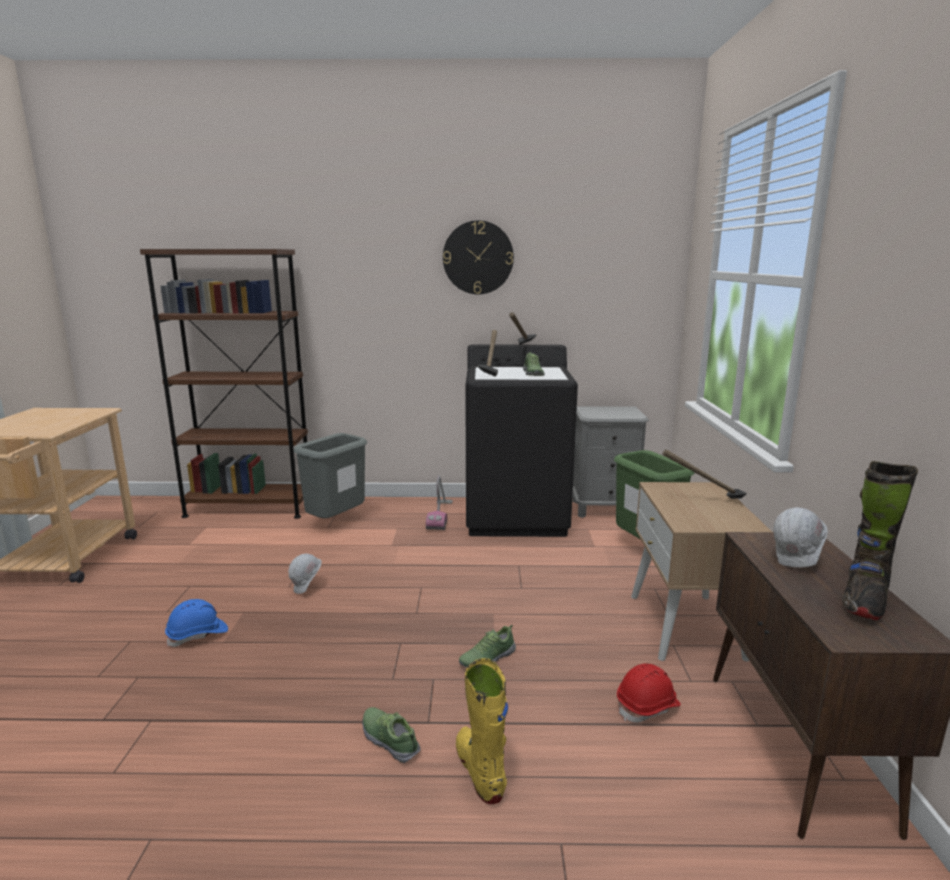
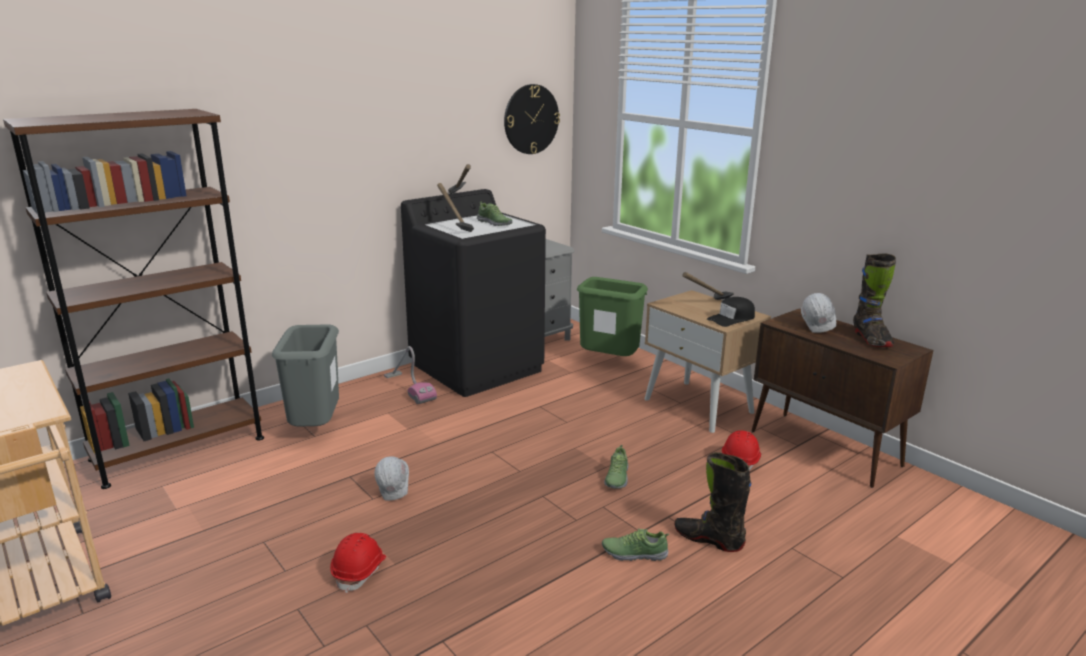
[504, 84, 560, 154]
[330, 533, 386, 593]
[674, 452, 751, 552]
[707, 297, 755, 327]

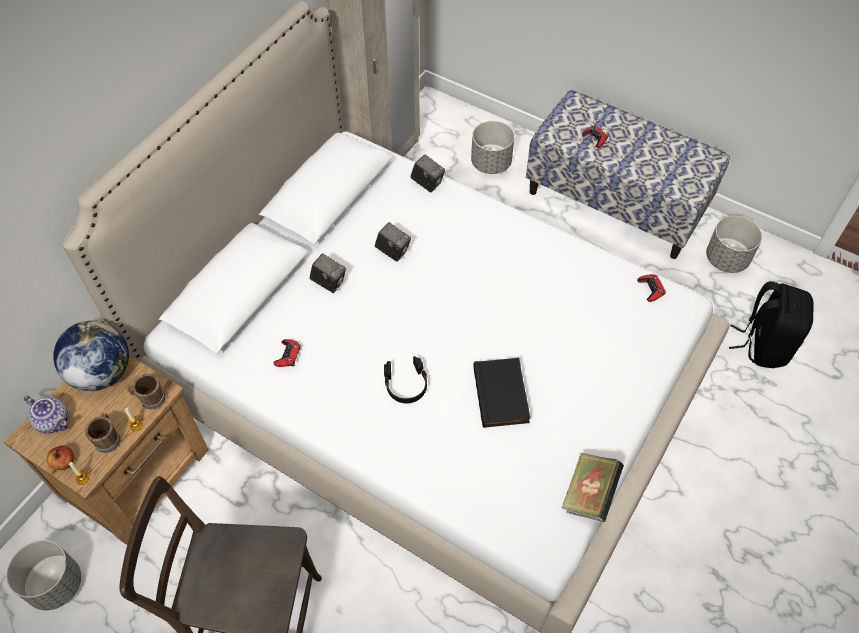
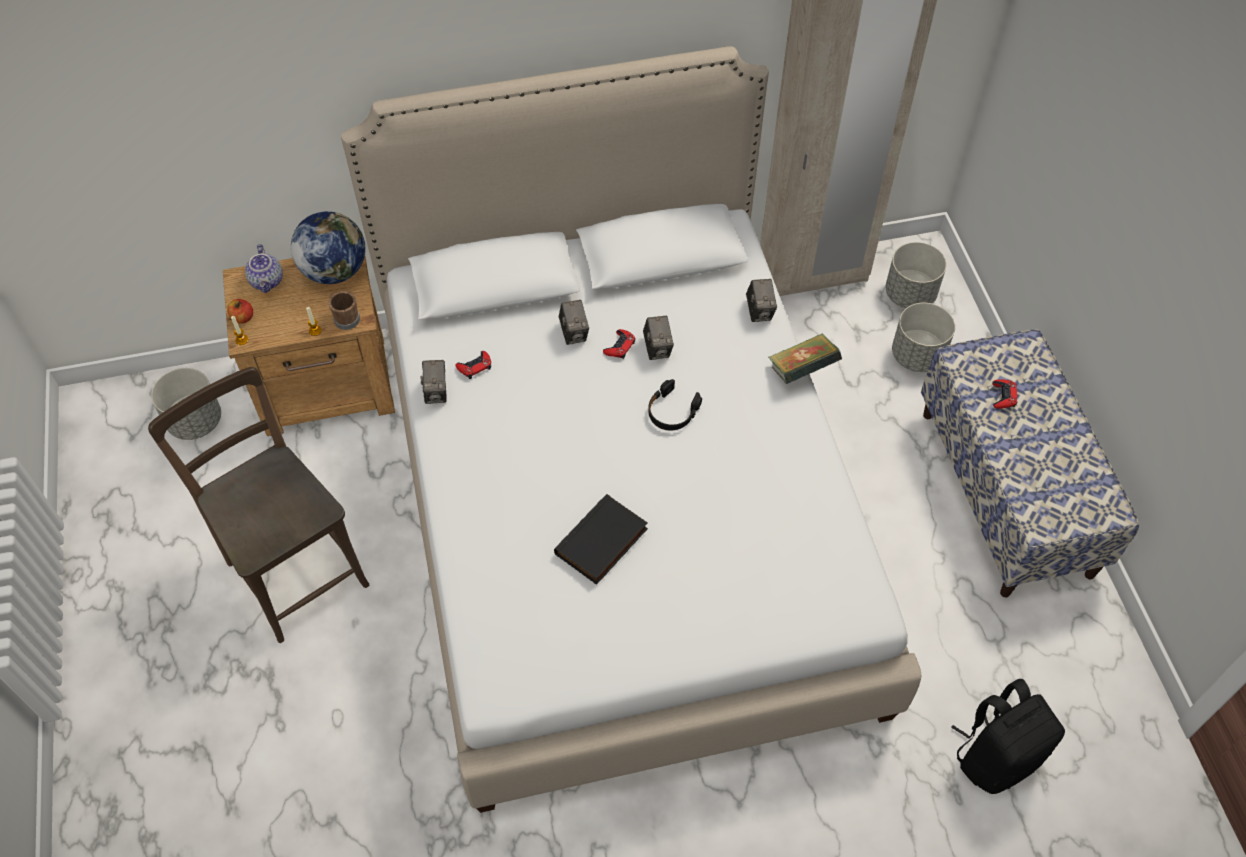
[885, 242, 946, 308]
[603, 329, 636, 359]
[648, 379, 702, 430]
[85, 414, 121, 453] (first image)
[769, 333, 842, 384]
[420, 360, 447, 404]

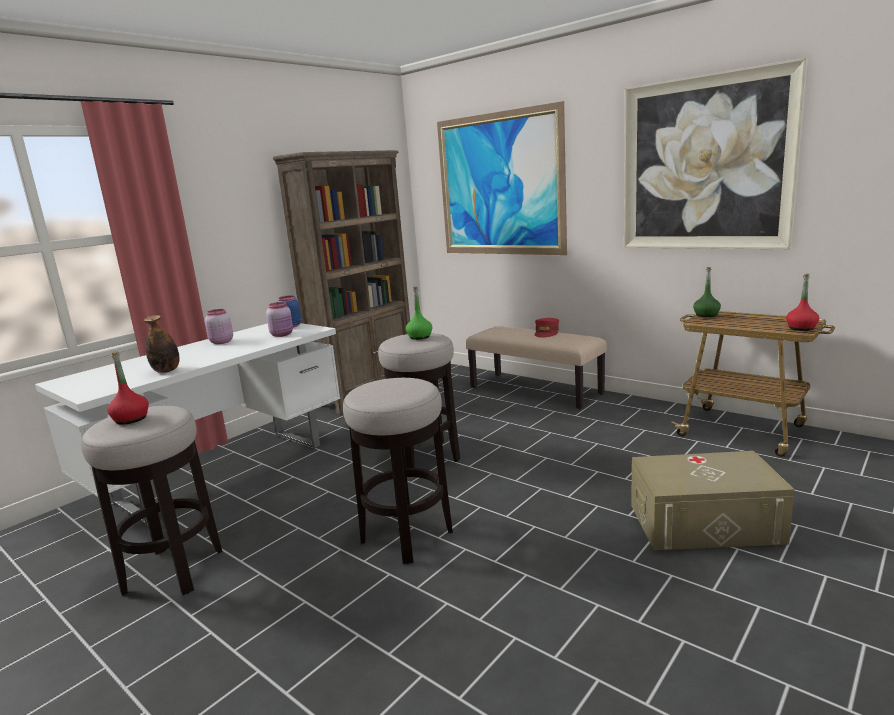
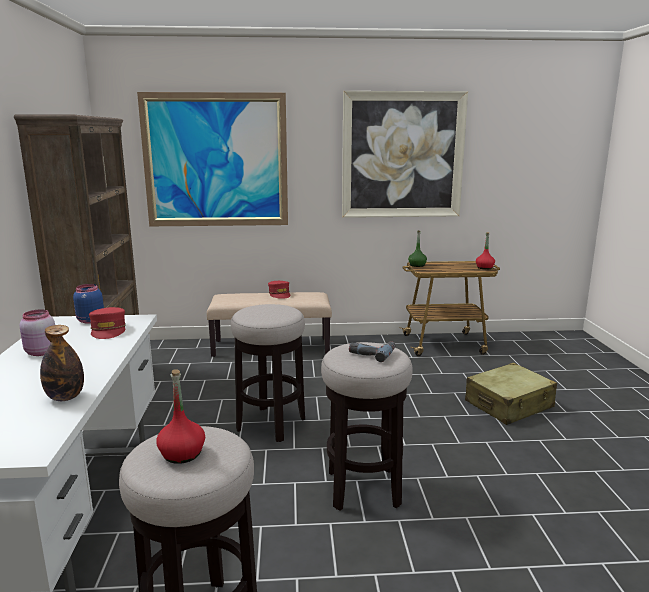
[406, 286, 432, 340] (first image)
[89, 307, 126, 339]
[465, 363, 557, 425]
[349, 341, 396, 362]

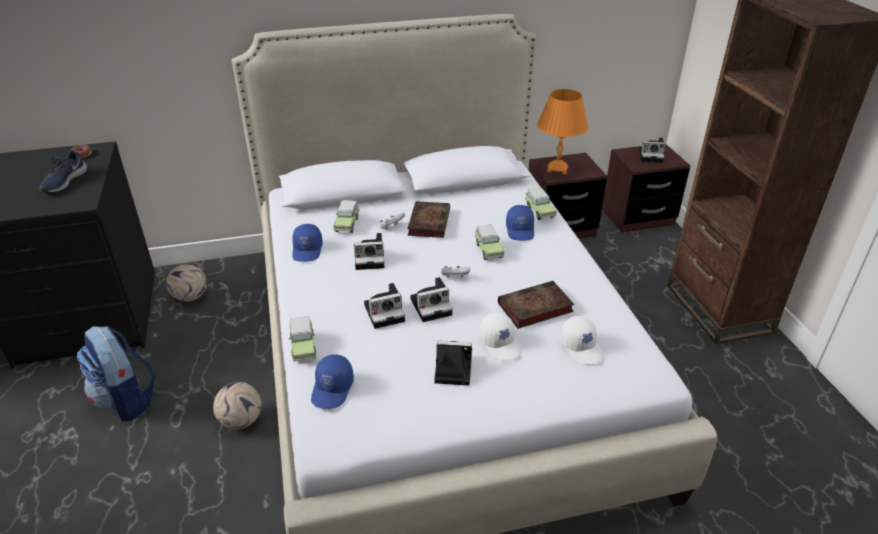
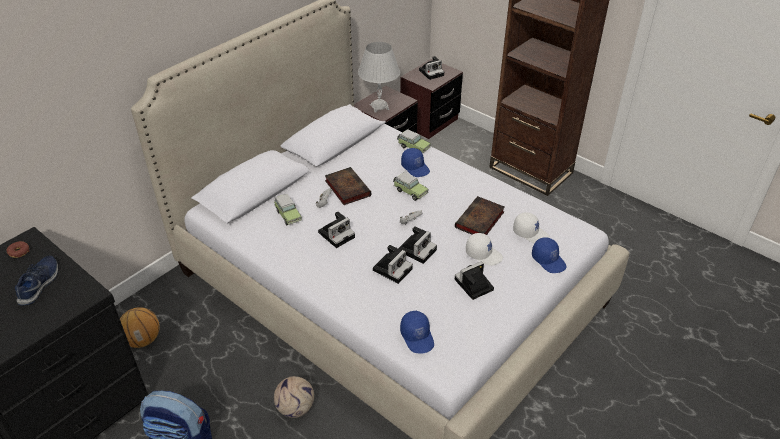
[358, 42, 400, 113]
[15, 255, 58, 305]
[532, 237, 567, 273]
[120, 307, 160, 348]
[289, 316, 316, 362] (first image)

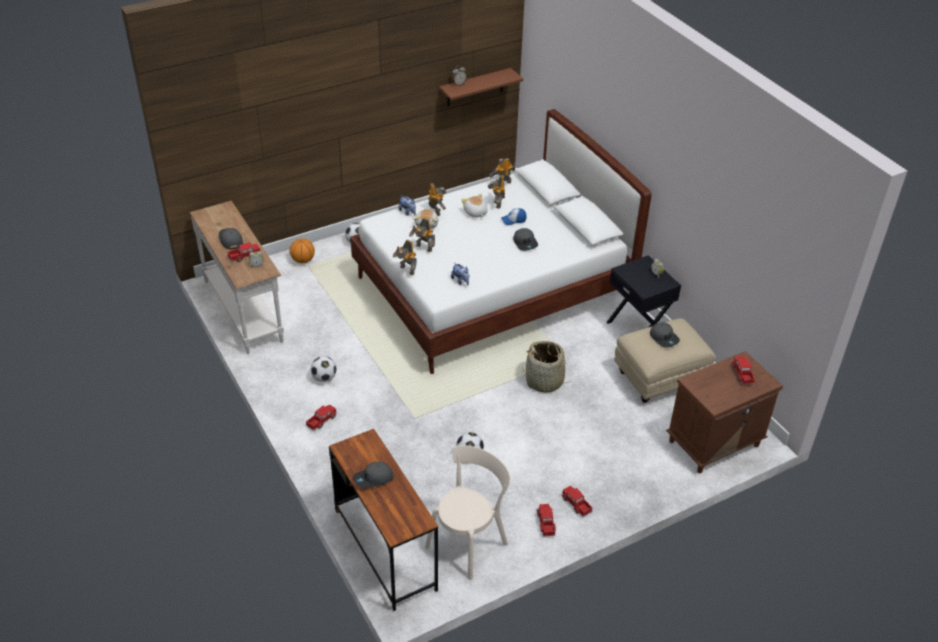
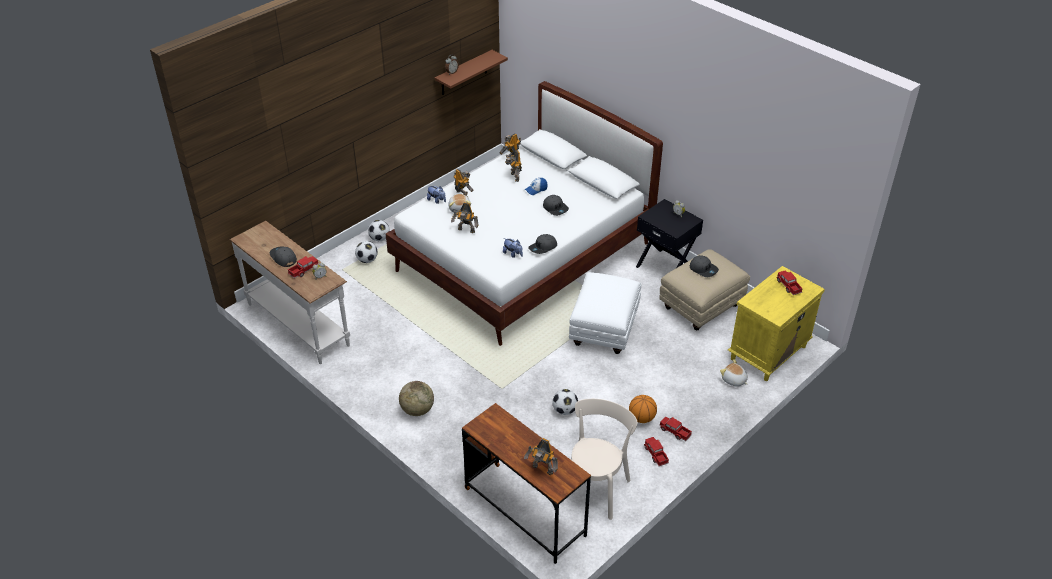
[720, 359, 748, 387]
[629, 395, 657, 423]
[524, 438, 558, 475]
[569, 272, 641, 354]
[728, 266, 825, 381]
[355, 241, 378, 263]
[399, 381, 434, 416]
[528, 234, 557, 254]

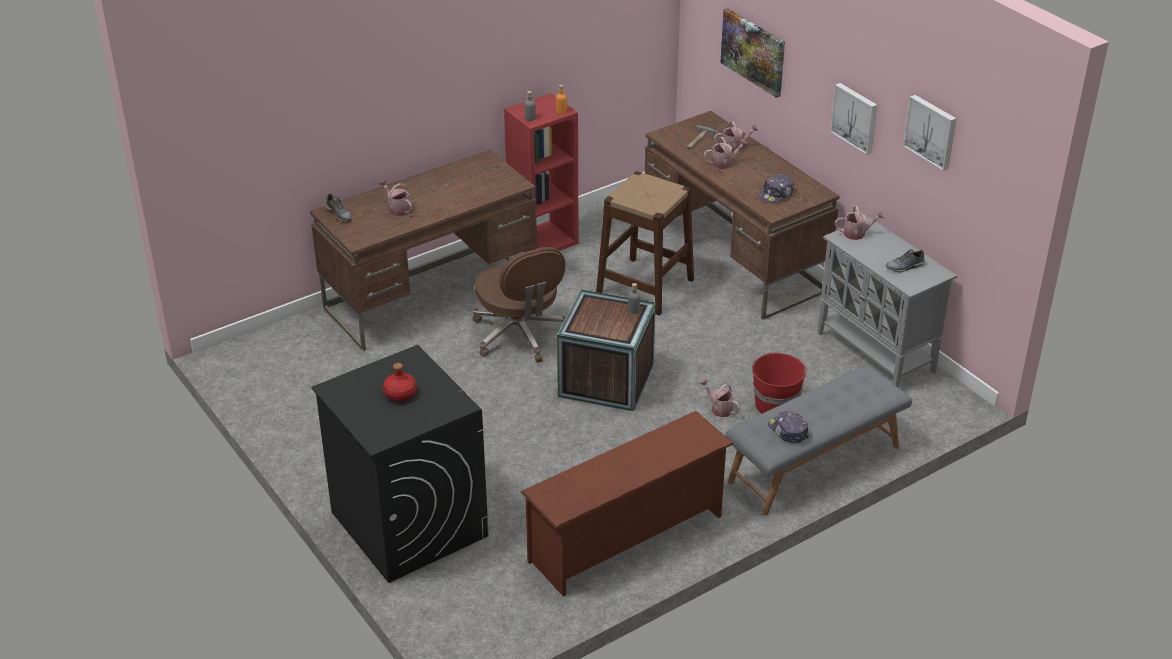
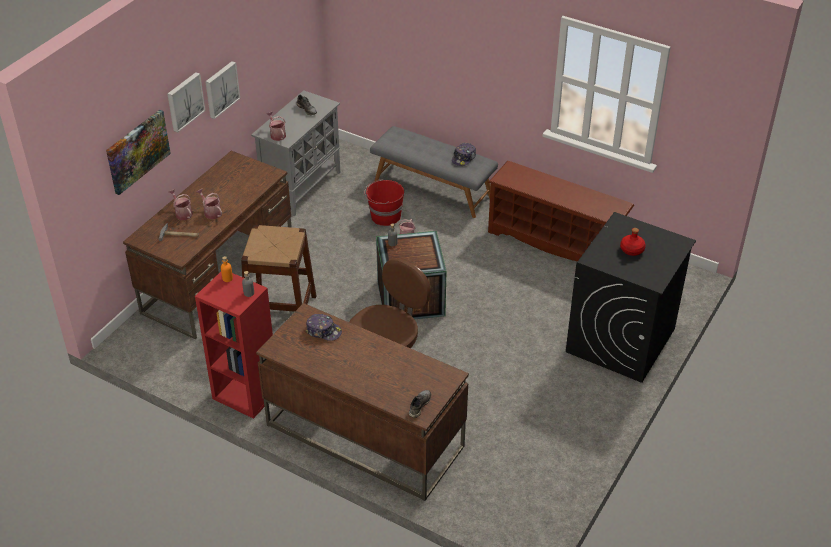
[167, 72, 205, 132]
[306, 314, 342, 341]
[379, 180, 412, 216] (first image)

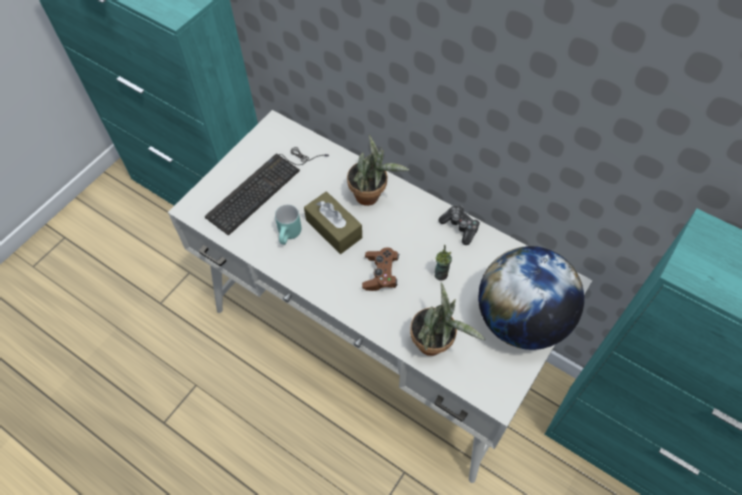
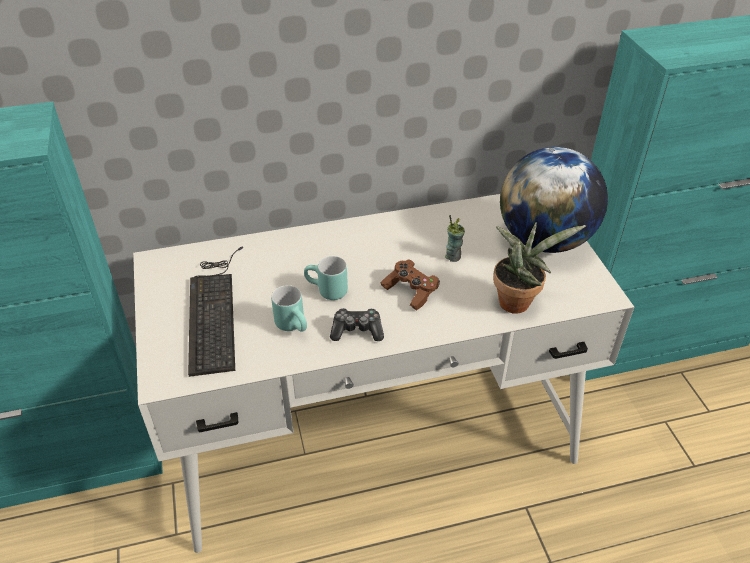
[347, 135, 409, 206] (first image)
[304, 256, 348, 300]
[330, 308, 384, 341]

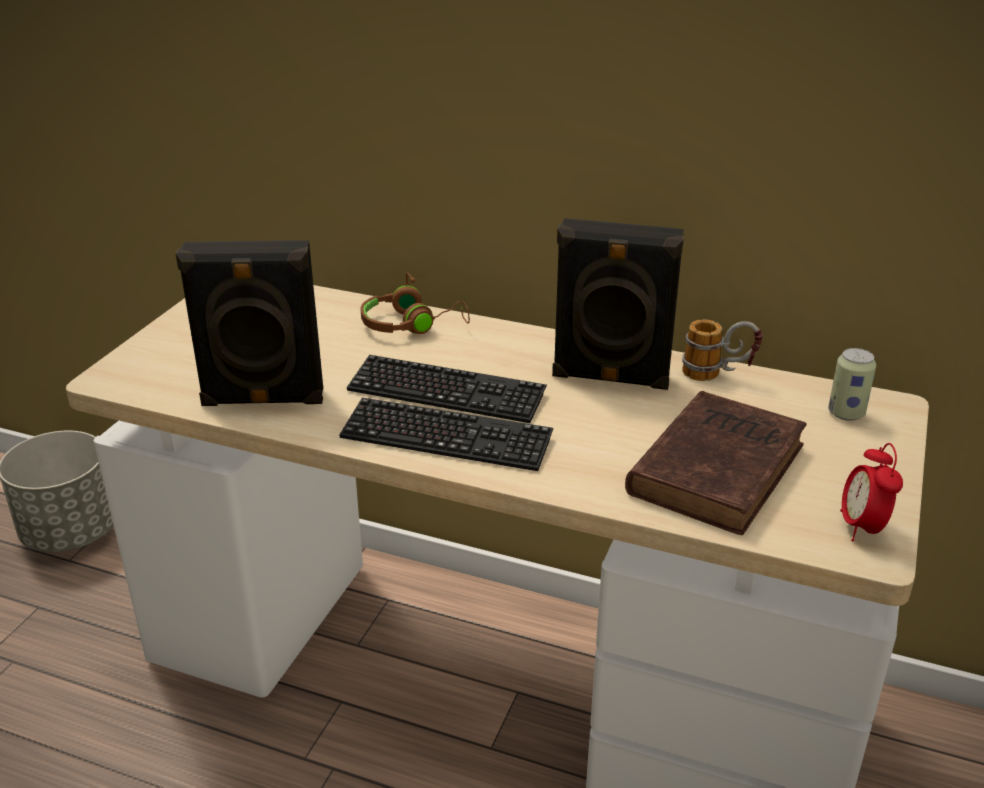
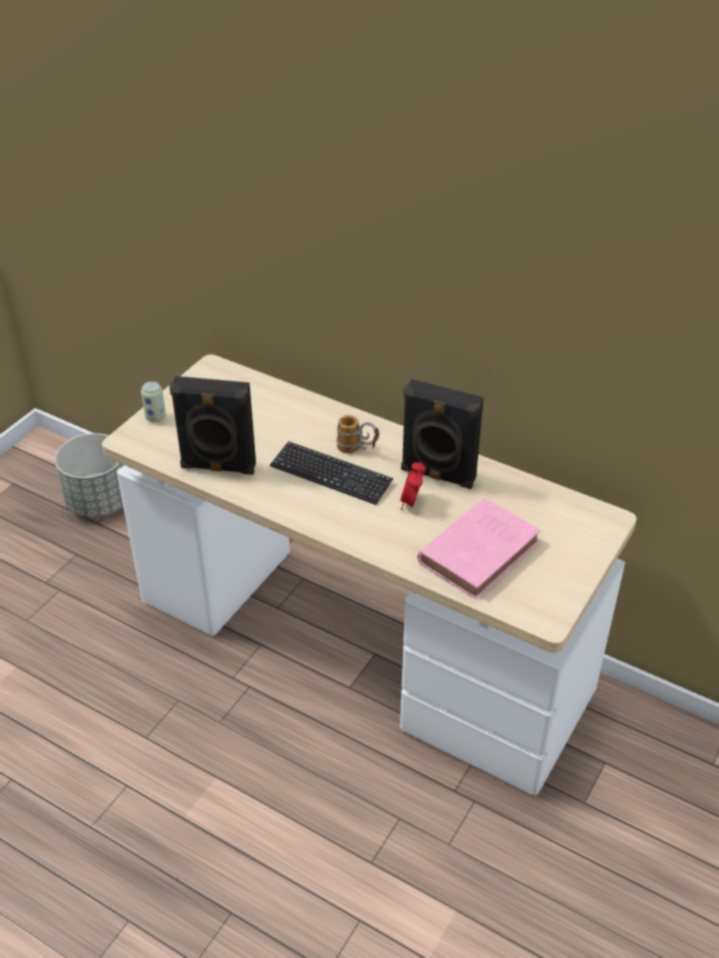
[361, 272, 470, 334] (first image)
[336, 415, 379, 454]
[141, 381, 166, 422]
[418, 498, 541, 599]
[339, 398, 553, 471] (first image)
[400, 461, 426, 510]

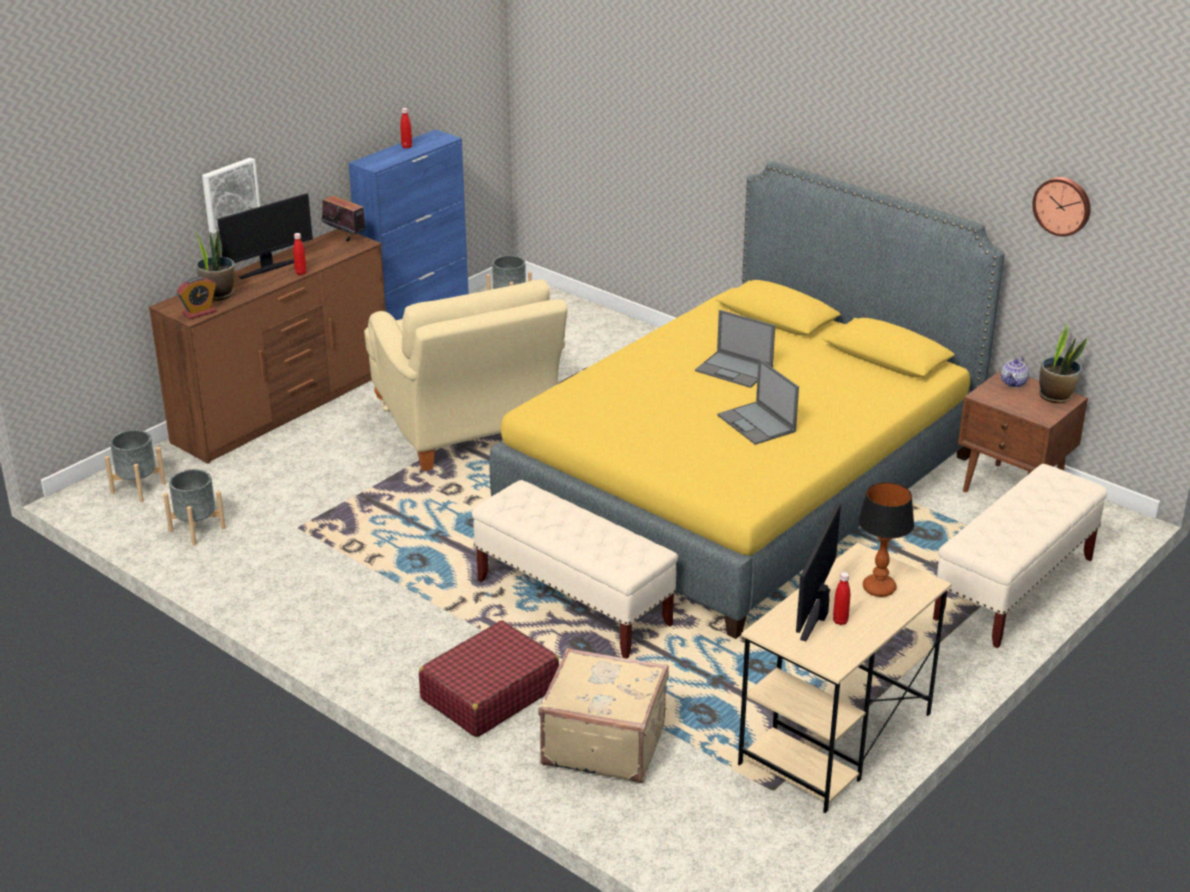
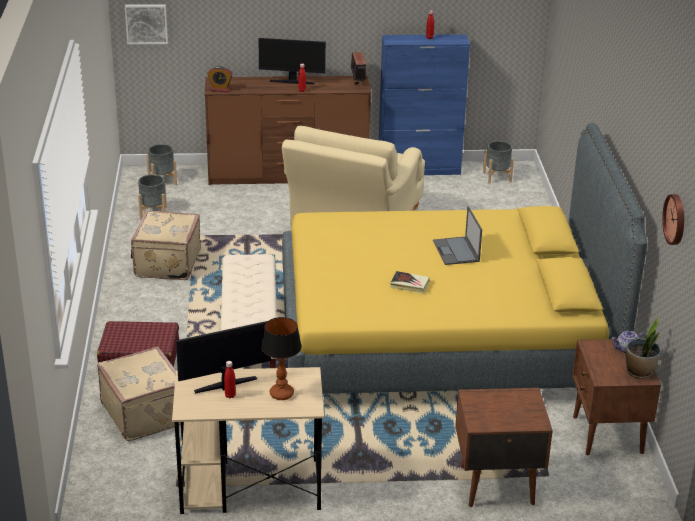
[125, 4, 168, 44]
[193, 228, 235, 301] (first image)
[390, 271, 430, 294]
[455, 388, 553, 507]
[131, 210, 201, 280]

